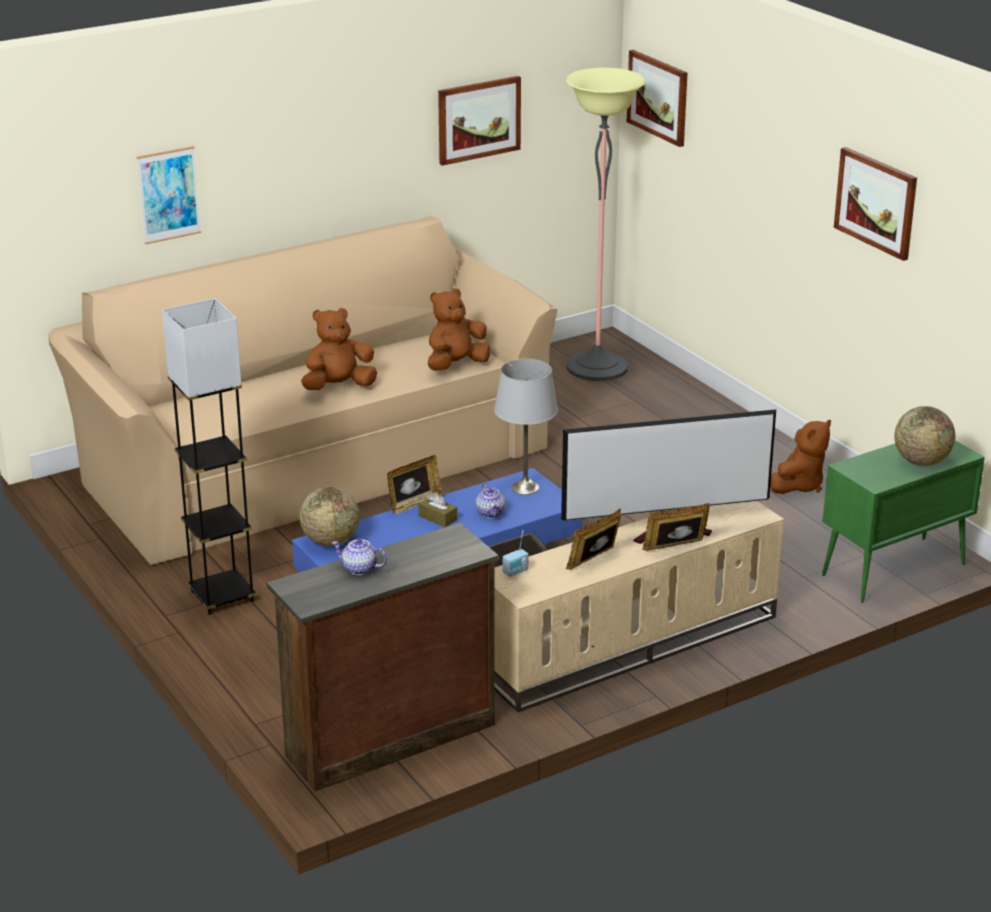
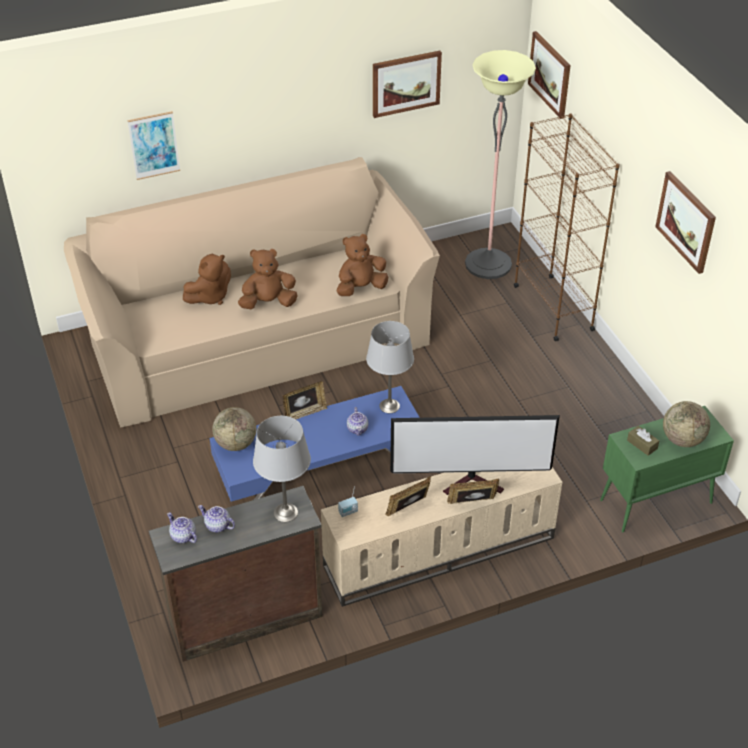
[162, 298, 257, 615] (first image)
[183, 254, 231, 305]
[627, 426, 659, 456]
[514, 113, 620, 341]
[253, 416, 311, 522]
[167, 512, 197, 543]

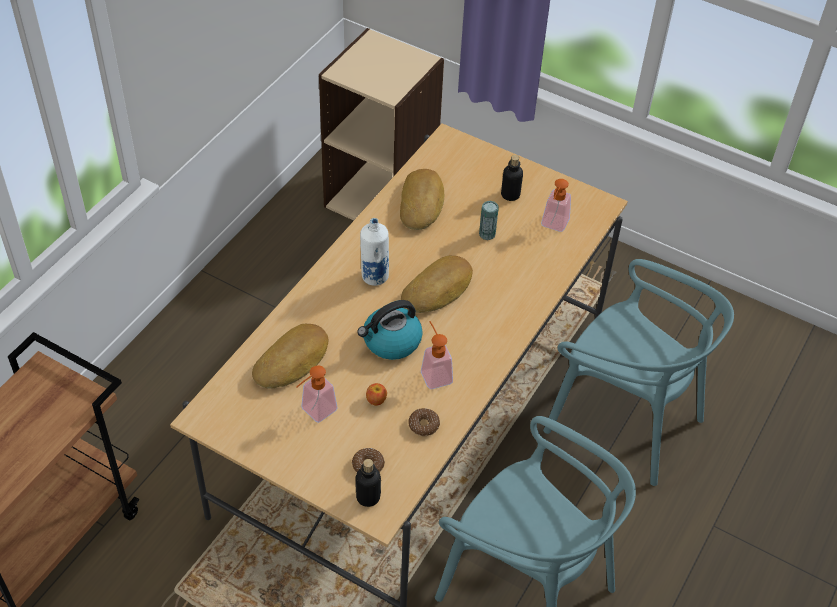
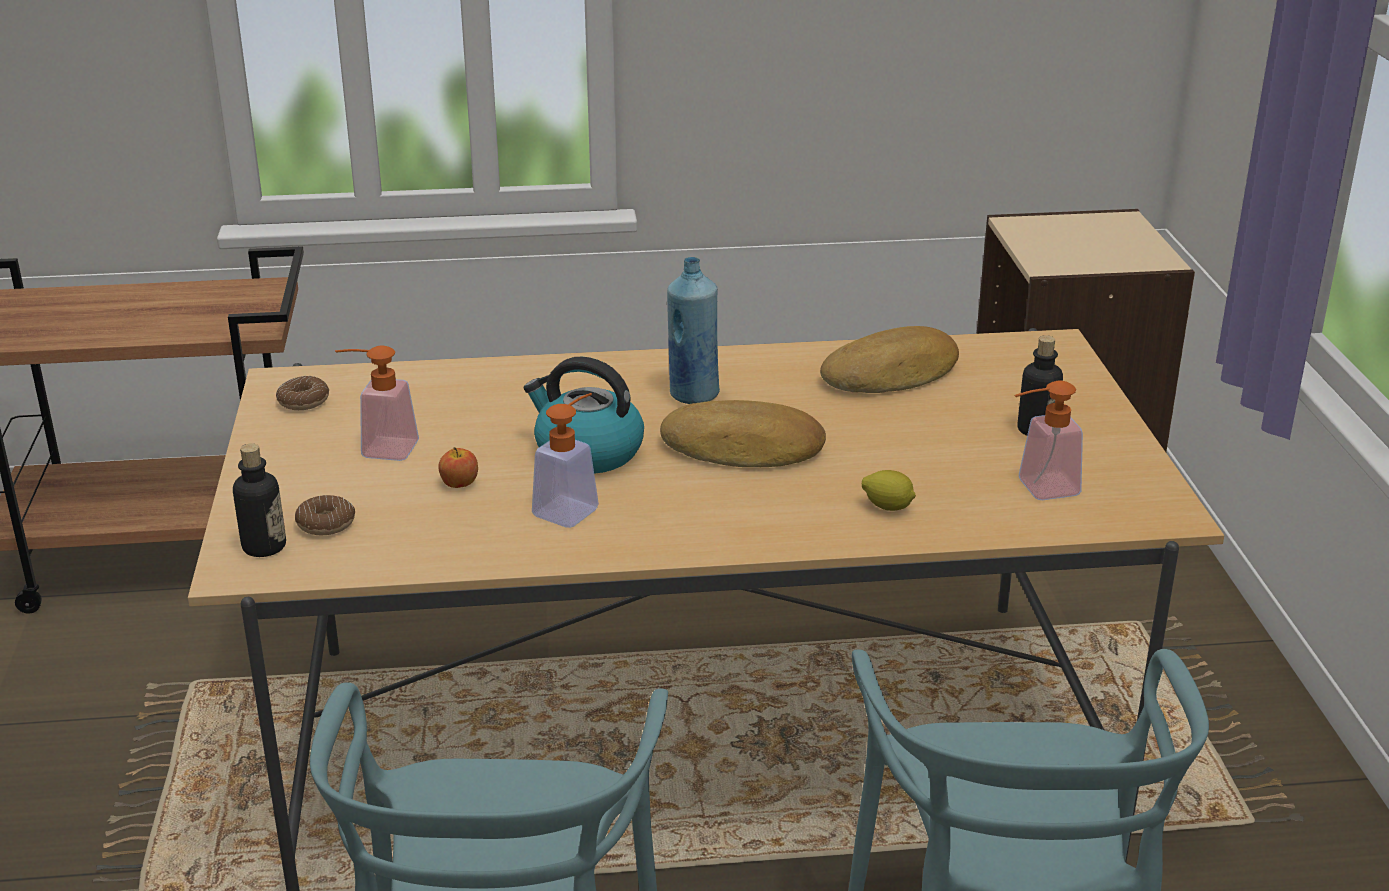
[479, 201, 499, 240] (first image)
[667, 257, 720, 404]
[252, 324, 328, 389] (first image)
[276, 376, 329, 410]
[862, 470, 916, 511]

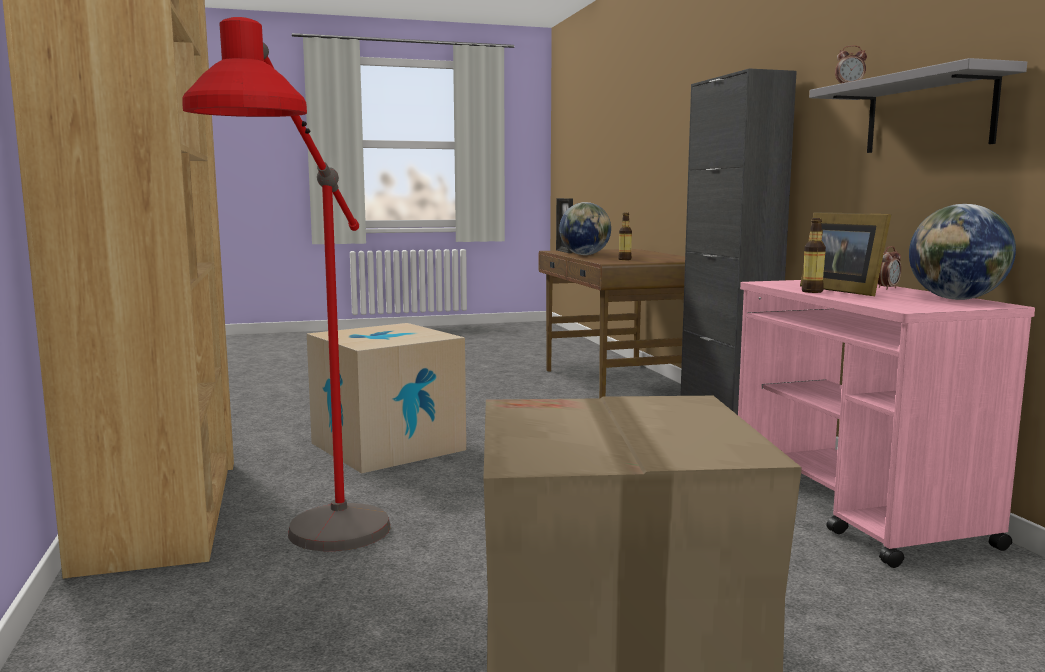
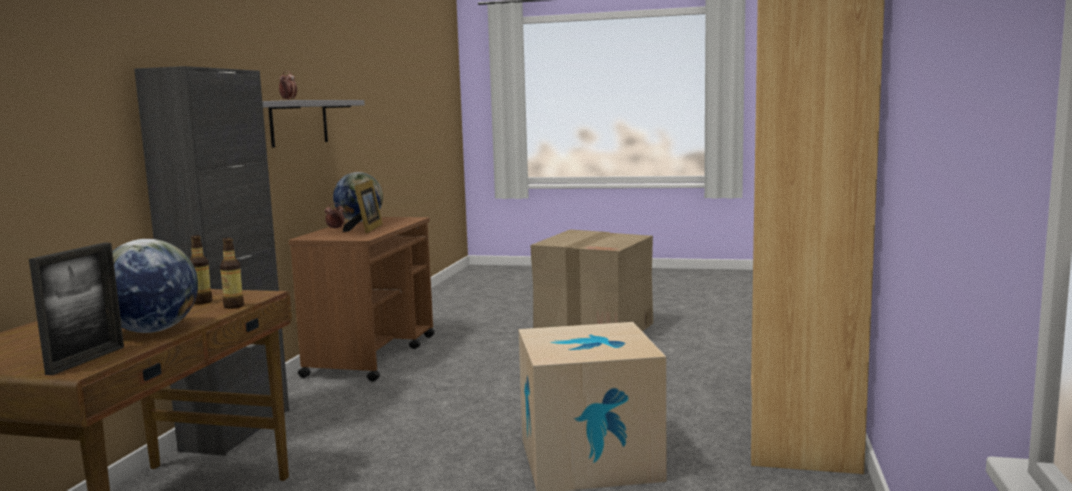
[182, 17, 391, 551] (first image)
[220, 237, 244, 309]
[288, 217, 435, 382]

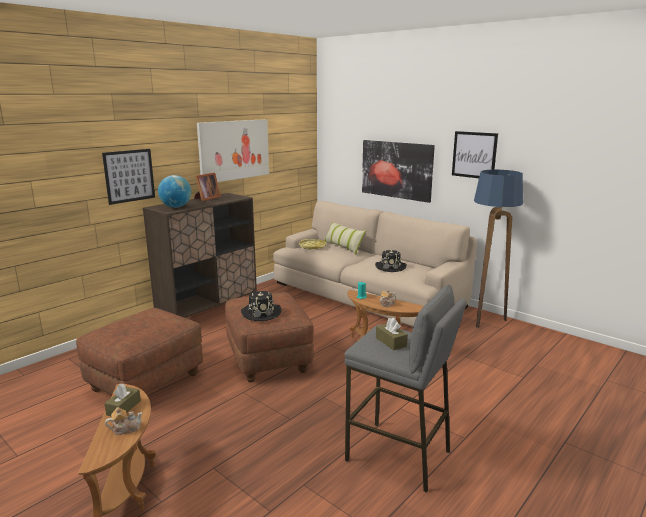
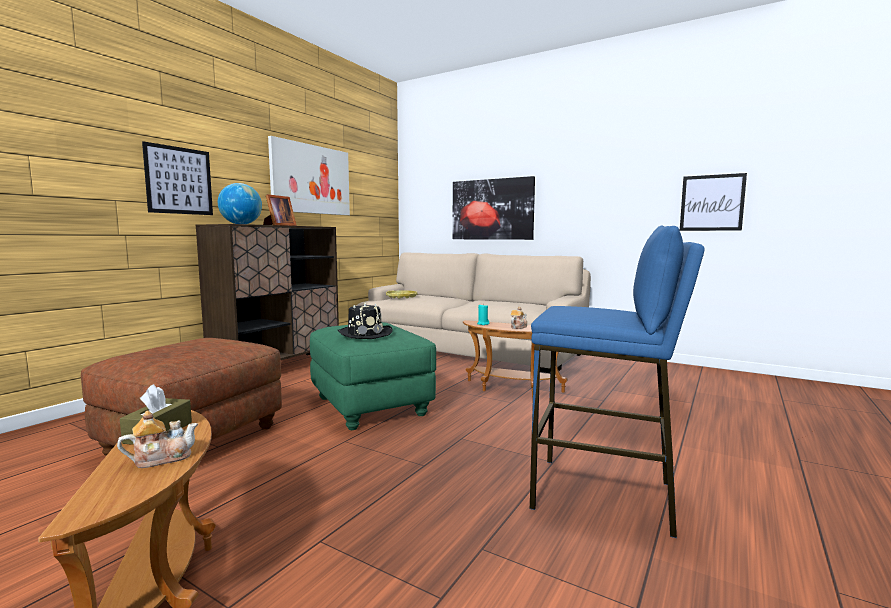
[680, 173, 747, 231]
[474, 170, 523, 328] (first image)
[324, 223, 366, 254] (first image)
[375, 249, 407, 272] (first image)
[529, 225, 705, 538]
[310, 322, 436, 430]
[376, 318, 408, 350] (first image)

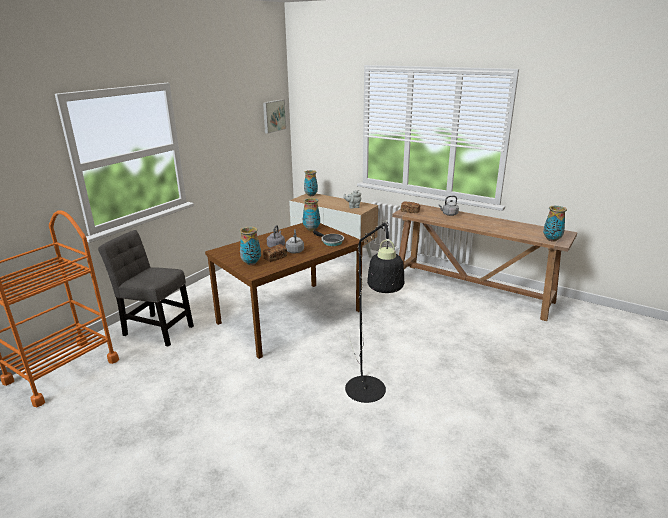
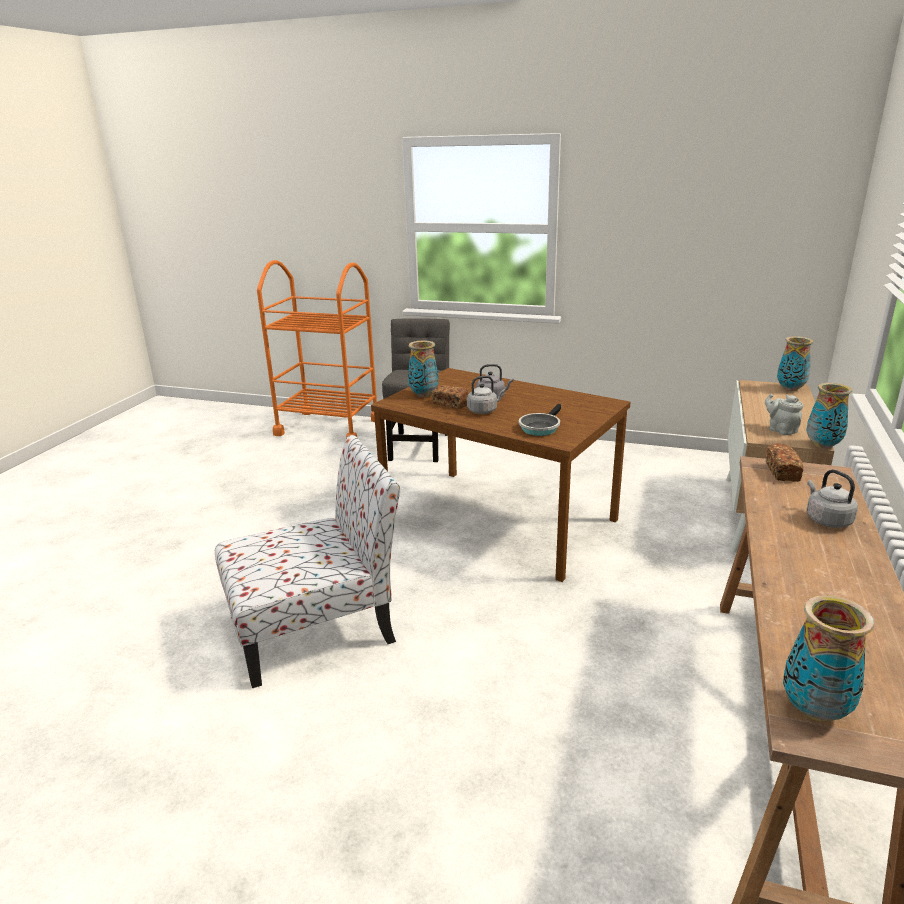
[263, 99, 286, 134] (first image)
[806, 383, 852, 449]
[215, 435, 400, 688]

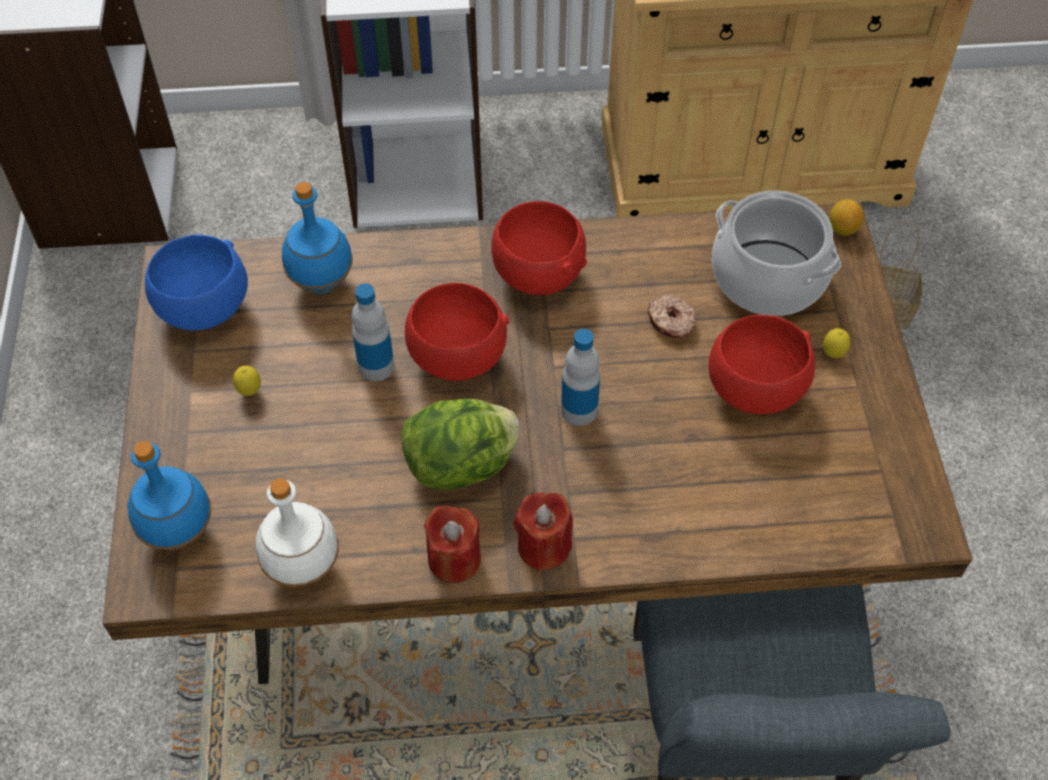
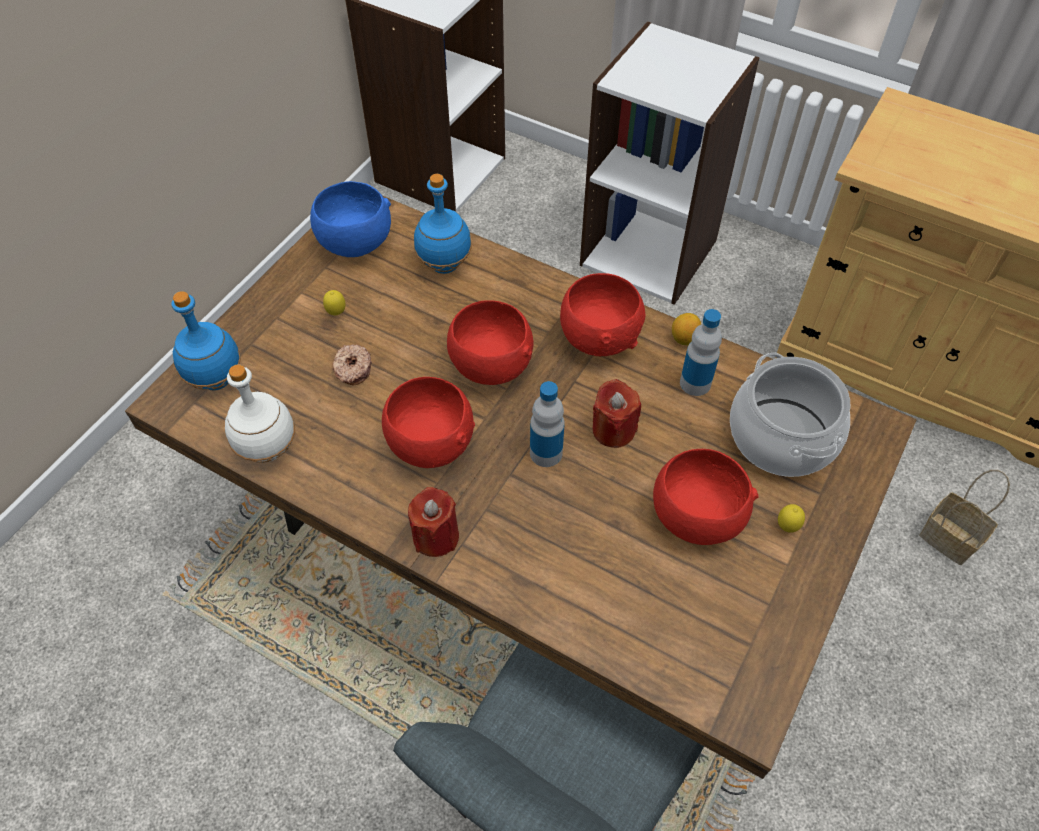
[672, 313, 701, 345]
[680, 309, 722, 396]
[333, 344, 372, 385]
[382, 377, 475, 468]
[593, 379, 641, 448]

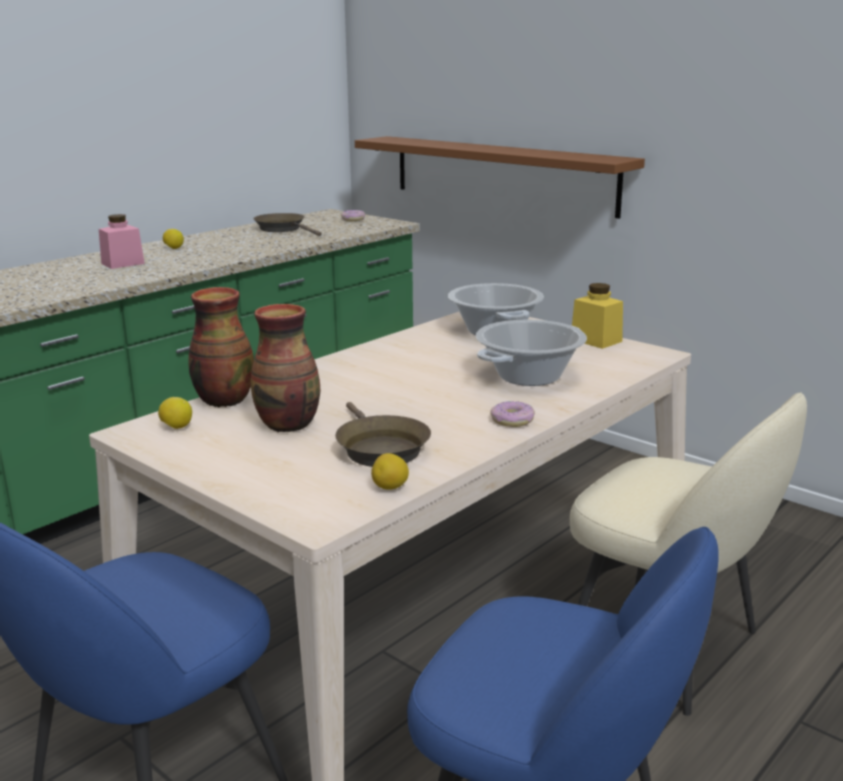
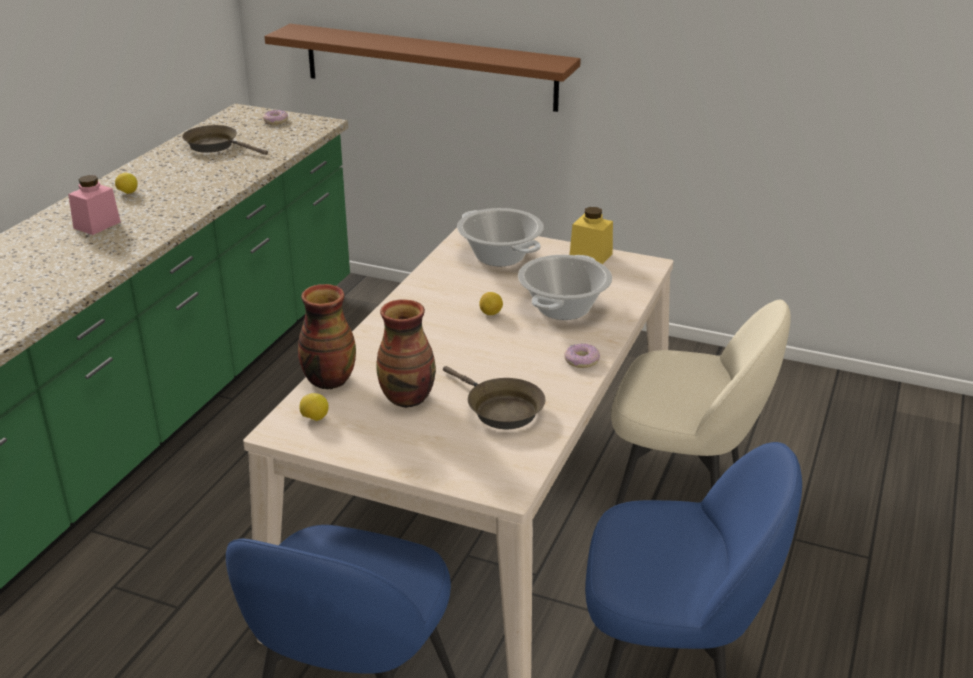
[479, 292, 503, 315]

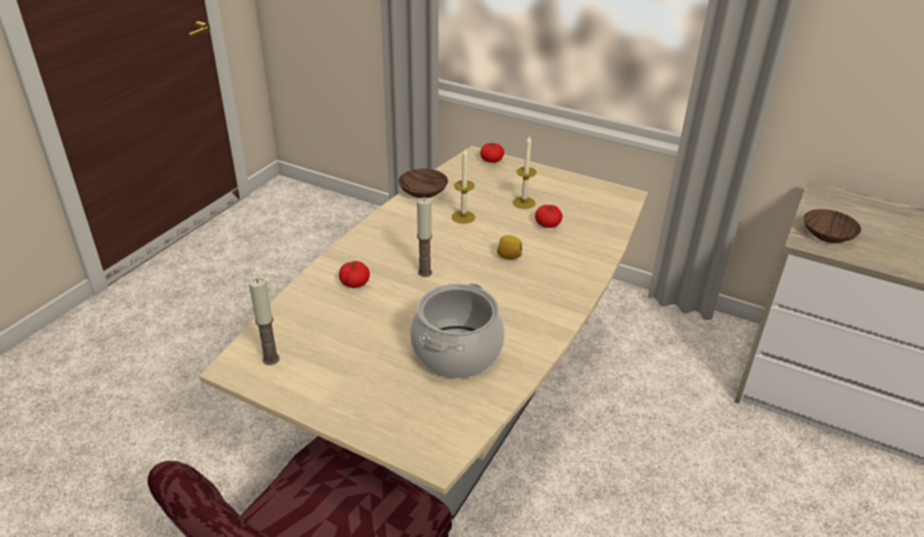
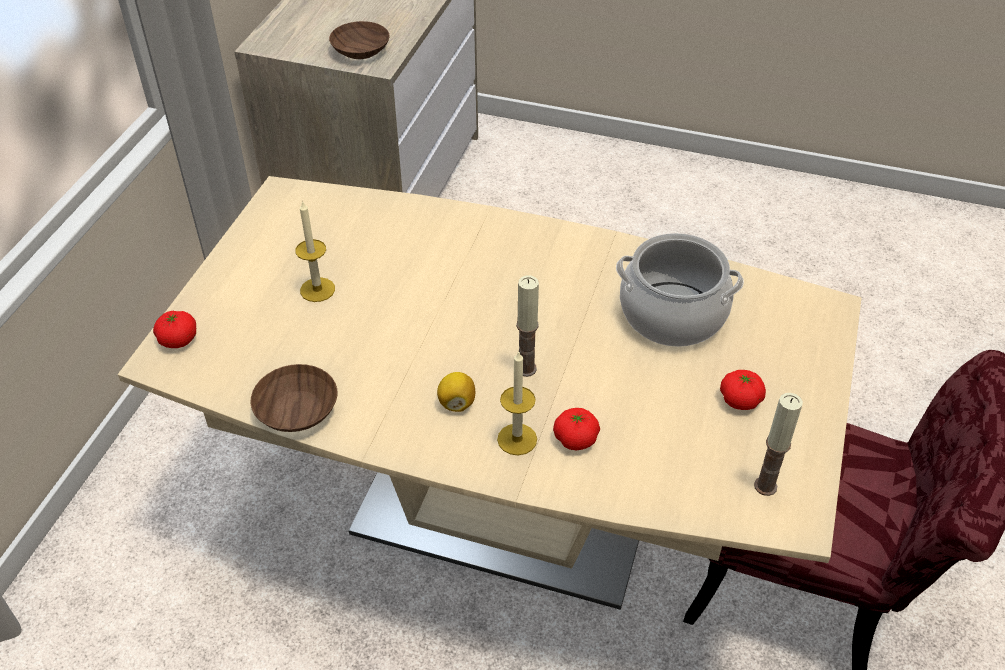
[497, 351, 537, 455]
[720, 370, 766, 410]
[437, 372, 475, 412]

